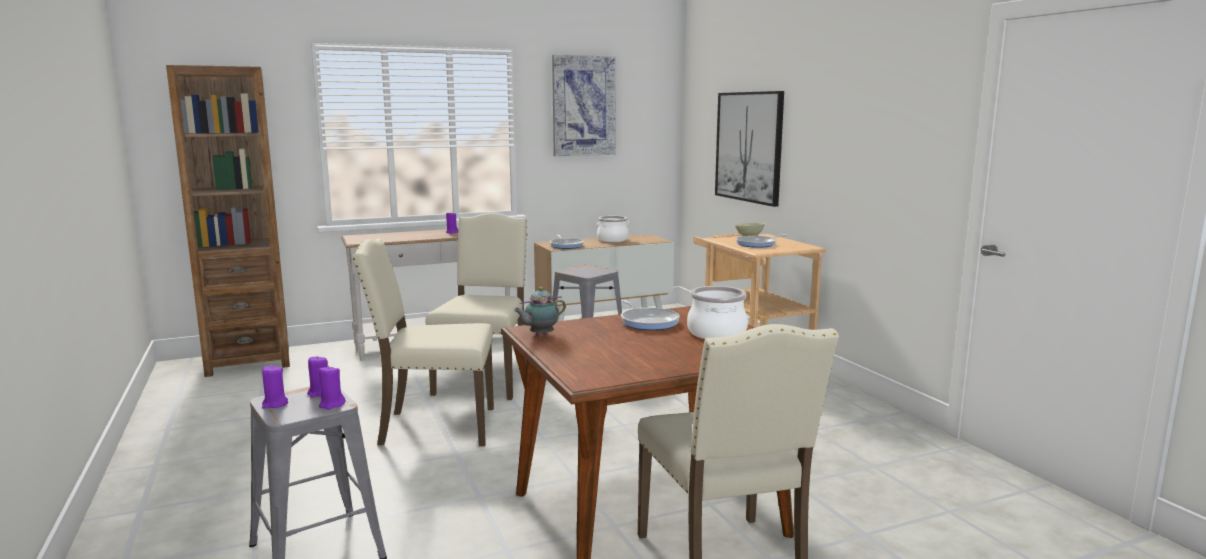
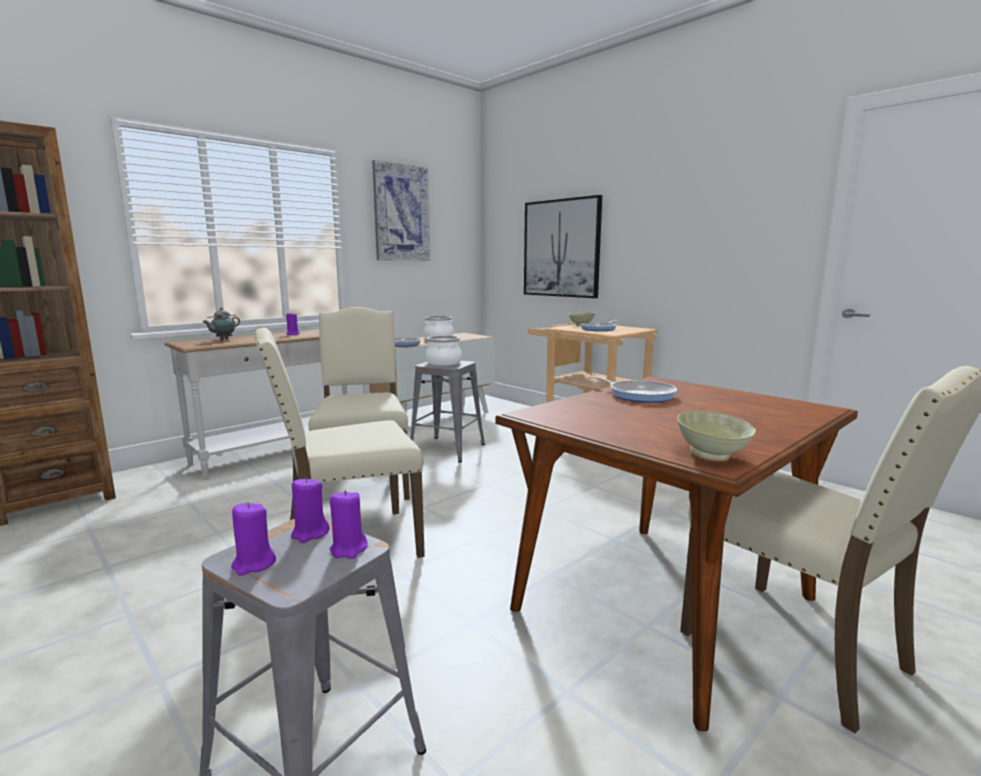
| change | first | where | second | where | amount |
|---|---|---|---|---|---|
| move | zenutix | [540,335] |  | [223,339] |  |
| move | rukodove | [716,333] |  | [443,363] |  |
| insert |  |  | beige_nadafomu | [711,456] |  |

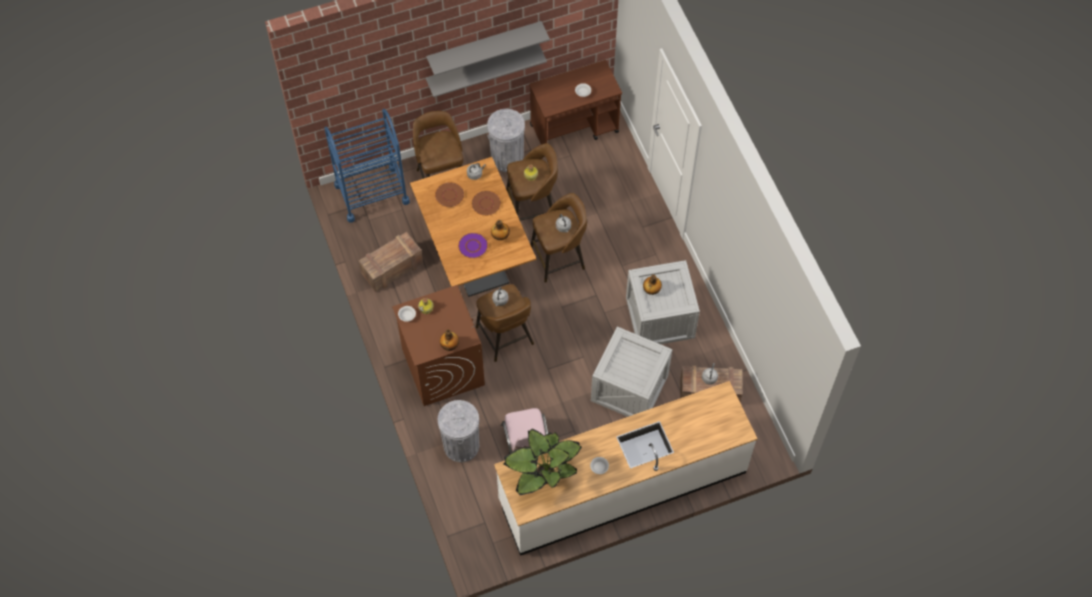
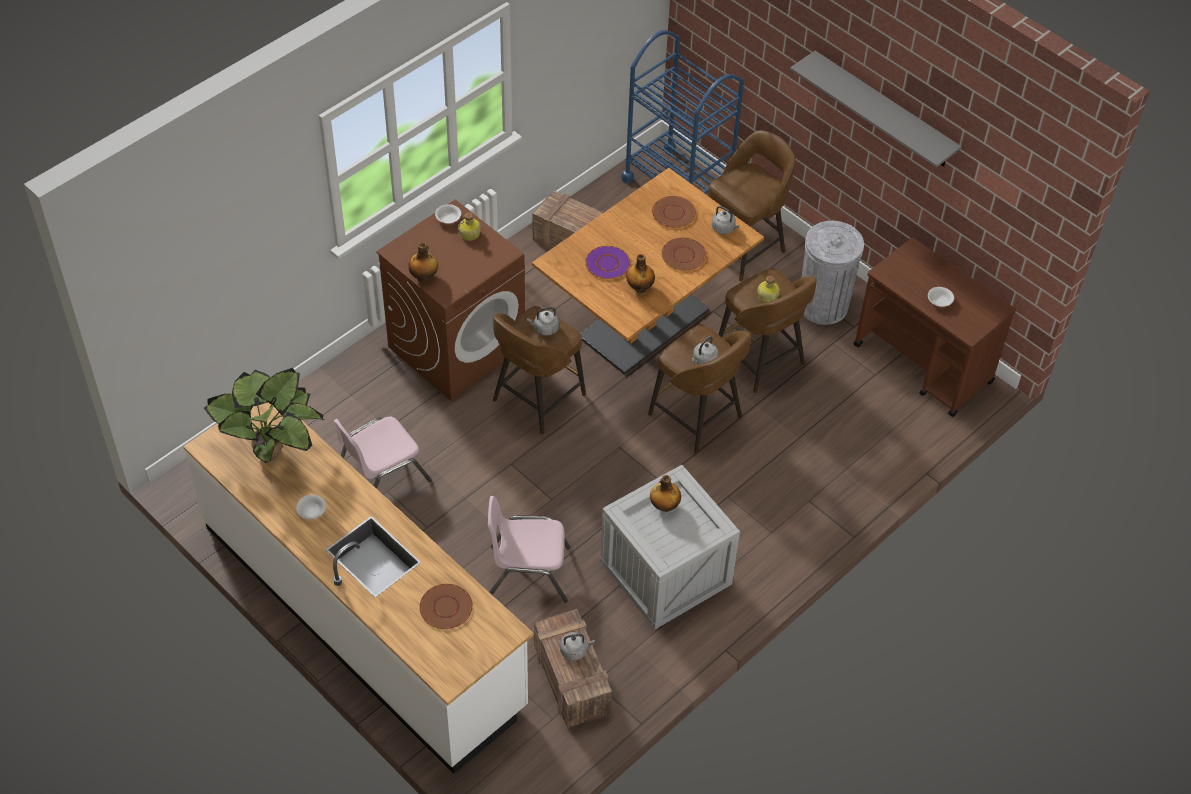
| change | first | where | second | where | amount |
|---|---|---|---|---|---|
| delete | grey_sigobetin | [482,67] |  |  |  |
| delete | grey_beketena | [461,445] |  |  |  |
| replace | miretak | [629,388] | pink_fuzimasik | [528,572] |  |
| insert |  |  | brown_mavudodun | [445,607] |  |

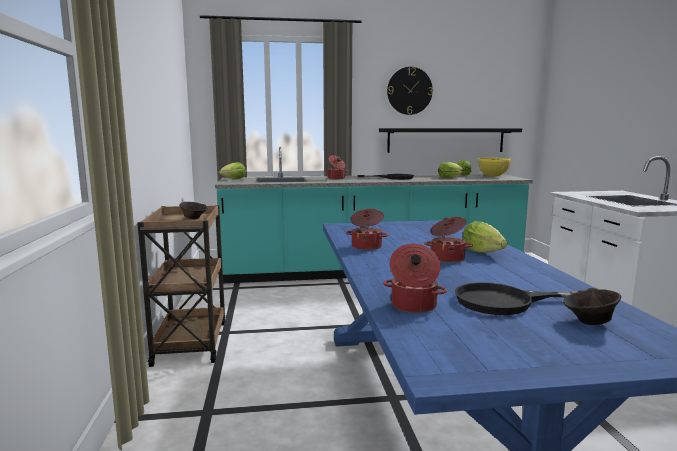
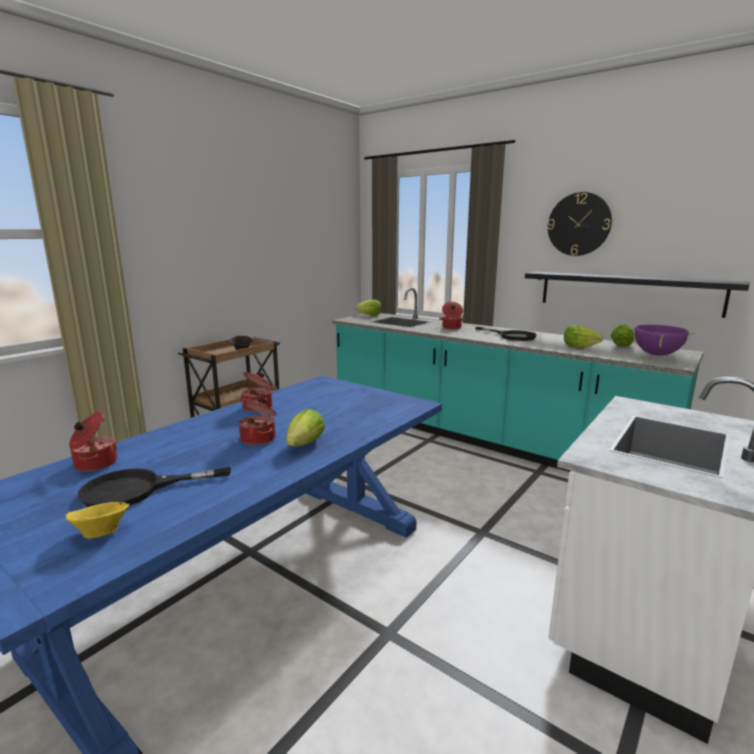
| change | first | where | second | where | amount |
|---|---|---|---|---|---|
| rotate | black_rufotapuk | [507,301] |  | [137,490] | 60 degrees counterclockwise |
| recolor | yellow_rukodove | [493,176] | purple_rukodove | [656,354] |  |
| recolor | brown_nadafomu | [589,322] | yellow_nadafomu | [100,533] |  |

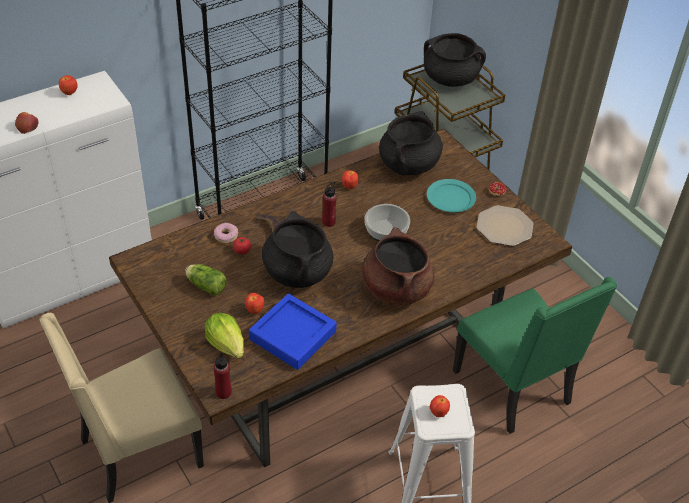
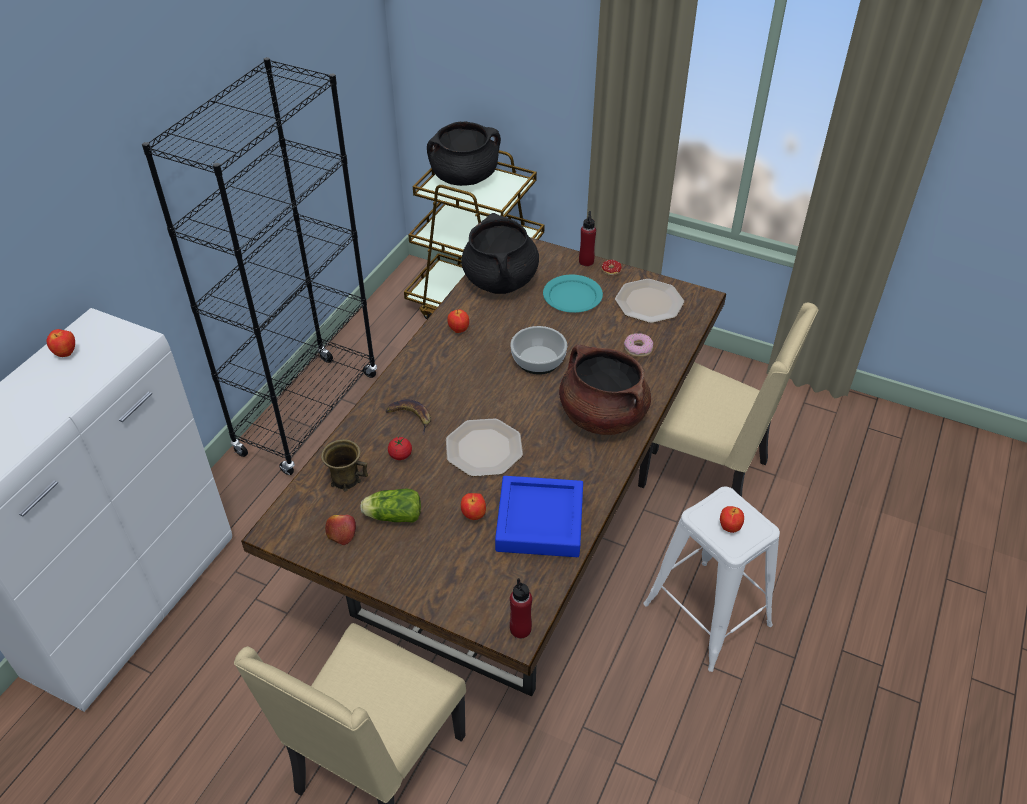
| change | first | where | second | where | amount |
|---|---|---|---|---|---|
| move | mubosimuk | [27,126] |  | [341,532] |  |
| delete | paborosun | [227,344] |  |  |  |
| move | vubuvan | [226,236] |  | [638,349] |  |
| replace | black_rukodove | [297,272] | mavudodun | [483,449] |  |
| move | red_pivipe | [329,222] |  | [586,261] |  |
| recolor | green_fuzimasik | [514,388] | beige_fuzimasik | [707,473] |  |
| insert |  |  | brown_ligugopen | [346,479] |  |

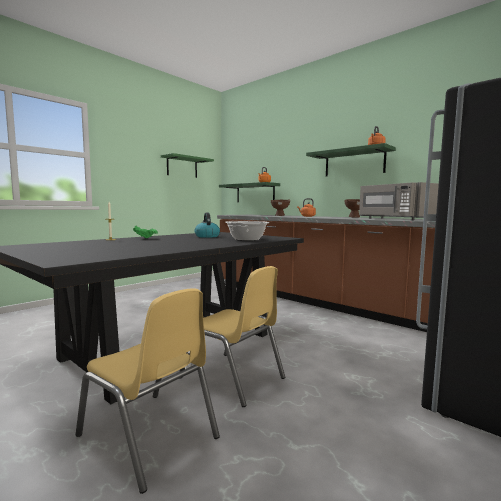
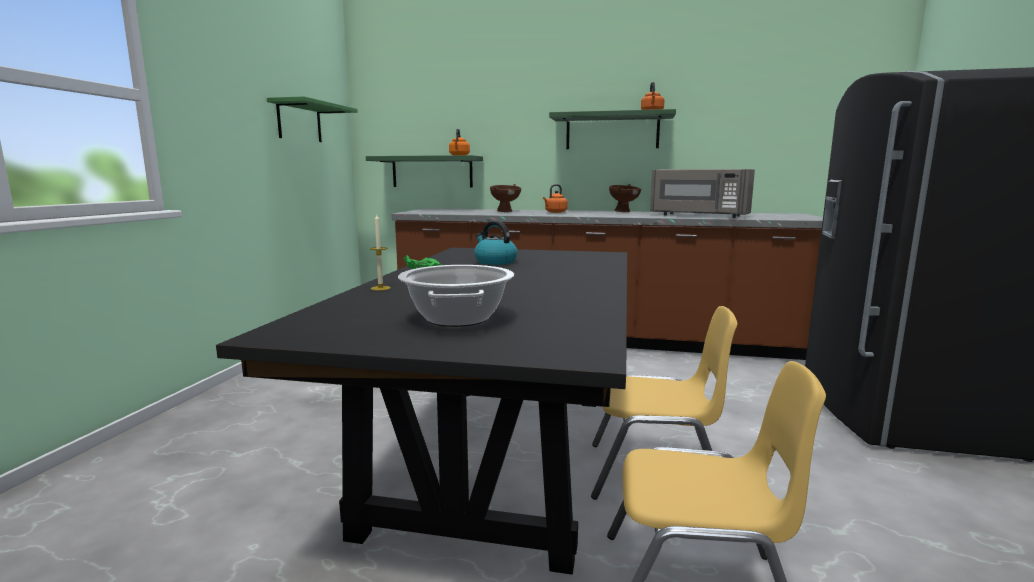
| change | first | where | second | where | amount |
|---|---|---|---|---|---|
| move | rukodove | [247,239] |  | [458,318] |  |

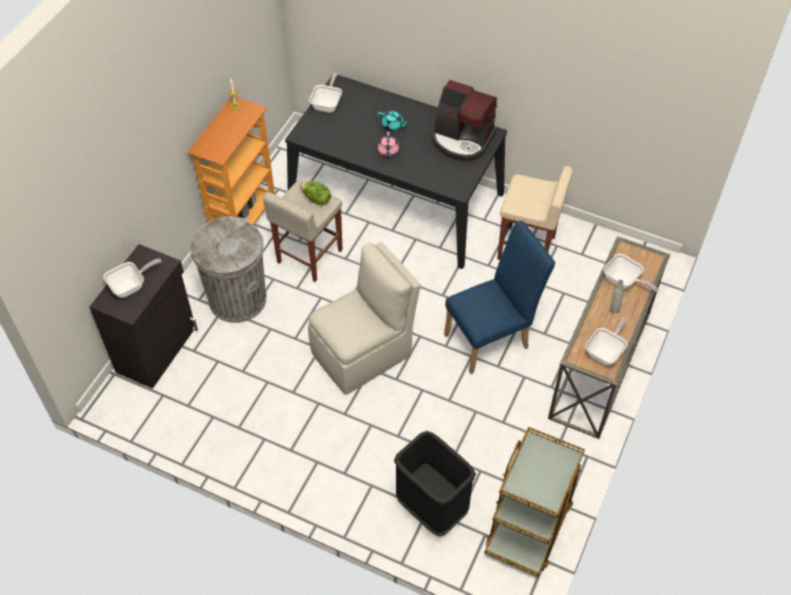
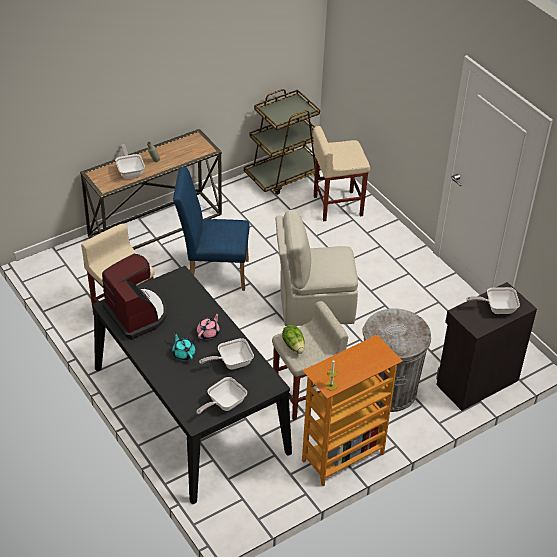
| change | first | where | second | where | amount |
|---|---|---|---|---|---|
| replace | black_beketena | [432,509] | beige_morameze | [337,206] |  |
| move | rufotapuk | [606,351] |  | [231,363] |  |

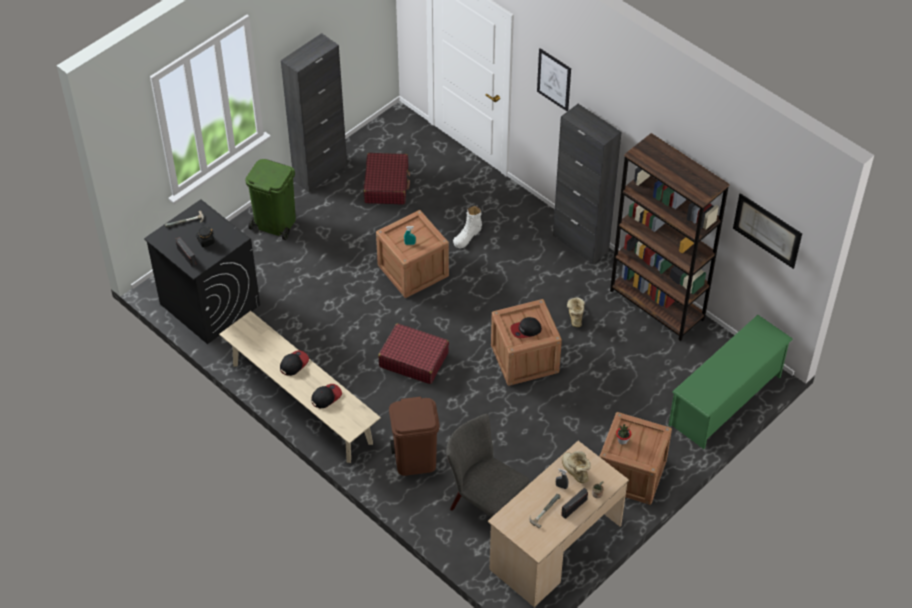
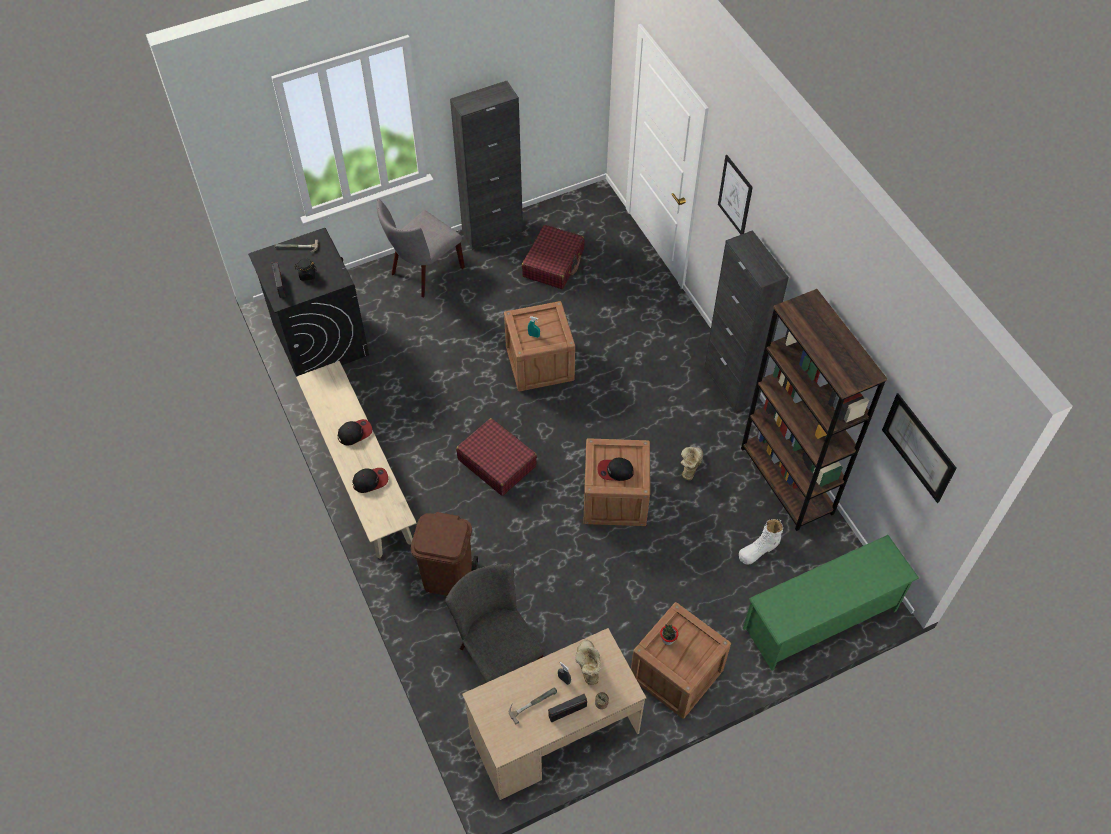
| change | first | where | second | where | amount |
|---|---|---|---|---|---|
| replace | green_beketena | [274,223] | grey_fuzimasik | [423,272] |  |
| move | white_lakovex | [467,236] |  | [759,549] |  |

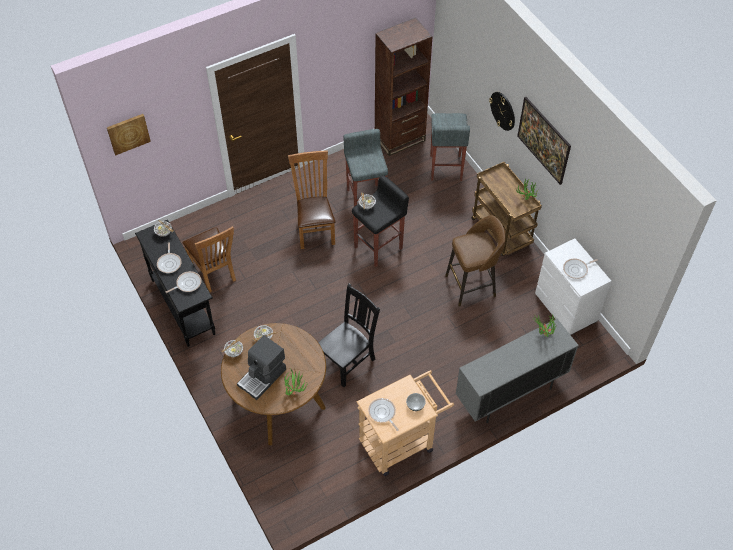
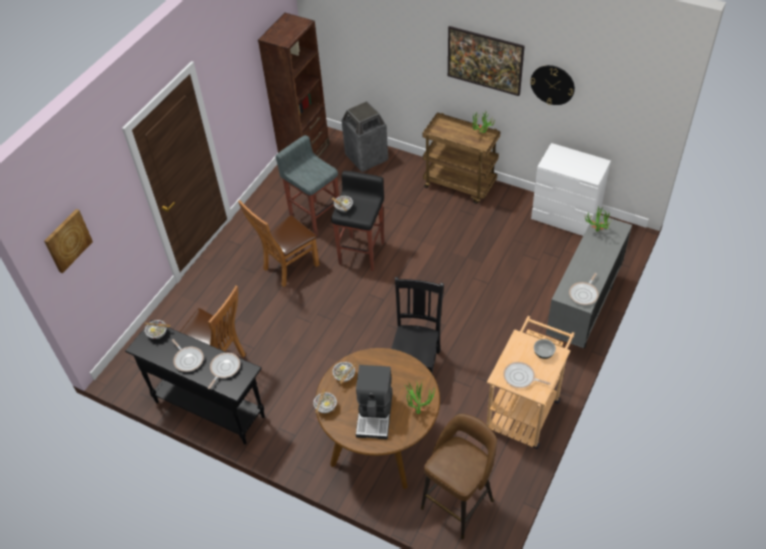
| change | first | where | second | where | amount |
|---|---|---|---|---|---|
| rotate | brown_fuzimasik | [315,229] |  | [287,268] | 90 degrees counterclockwise |
| replace | grey_morameze | [445,168] | beketena | [366,158] |  |
| move | brown_morameze | [472,286] |  | [459,503] |  |
| move | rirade | [503,111] |  | [552,84] |  |
| move | rufotapuk | [576,269] |  | [584,294] |  |

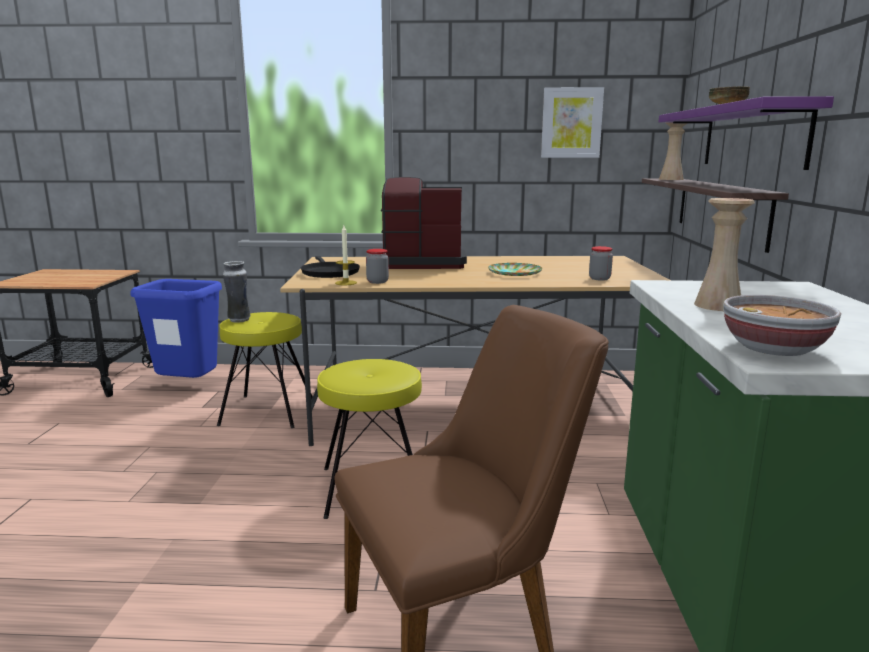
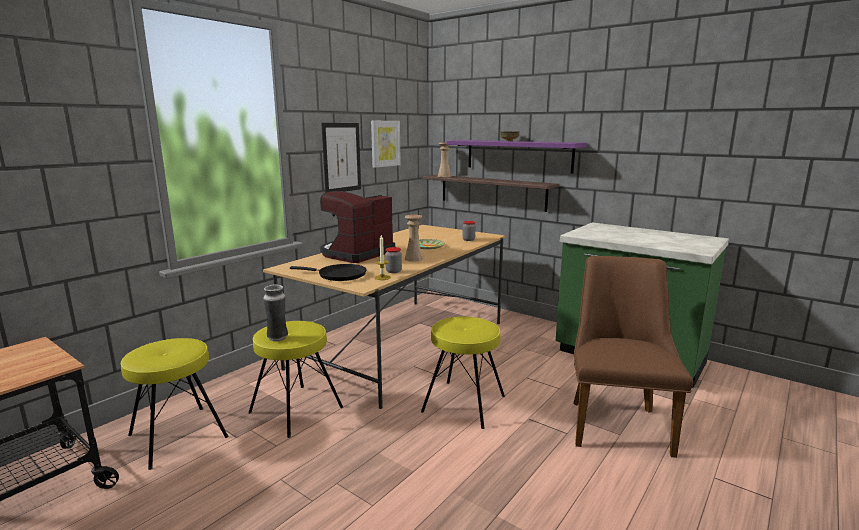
| change | first | where | second | where | amount |
|---|---|---|---|---|---|
| replace | blue_beketena | [189,388] | yellow_morameze | [178,435] |  |
| move | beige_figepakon | [718,305] |  | [413,259] |  |
| delete | nadafomu | [775,349] |  |  |  |
| insert |  |  | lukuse | [341,157] |  |

